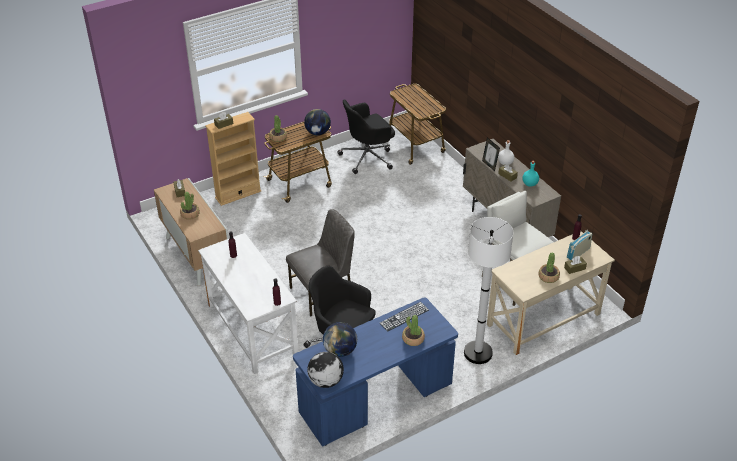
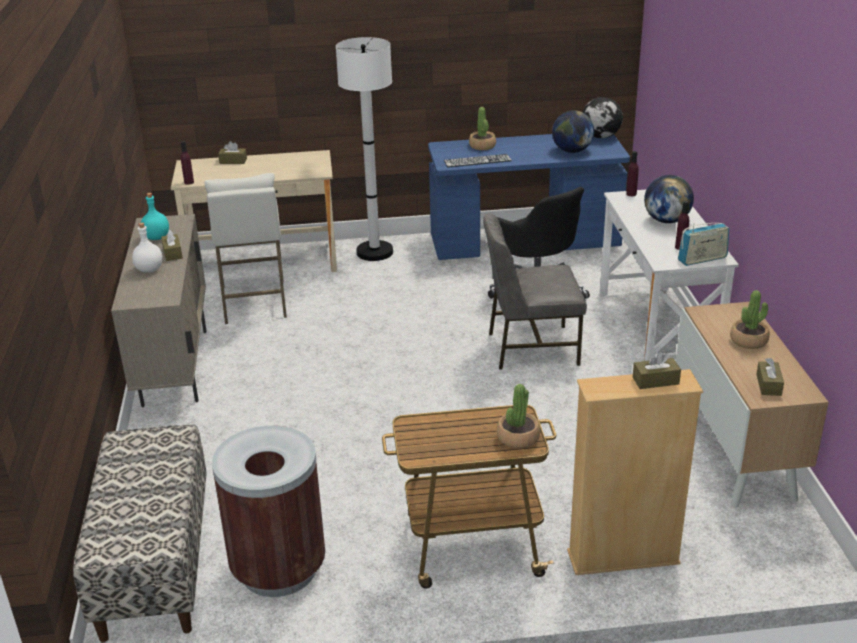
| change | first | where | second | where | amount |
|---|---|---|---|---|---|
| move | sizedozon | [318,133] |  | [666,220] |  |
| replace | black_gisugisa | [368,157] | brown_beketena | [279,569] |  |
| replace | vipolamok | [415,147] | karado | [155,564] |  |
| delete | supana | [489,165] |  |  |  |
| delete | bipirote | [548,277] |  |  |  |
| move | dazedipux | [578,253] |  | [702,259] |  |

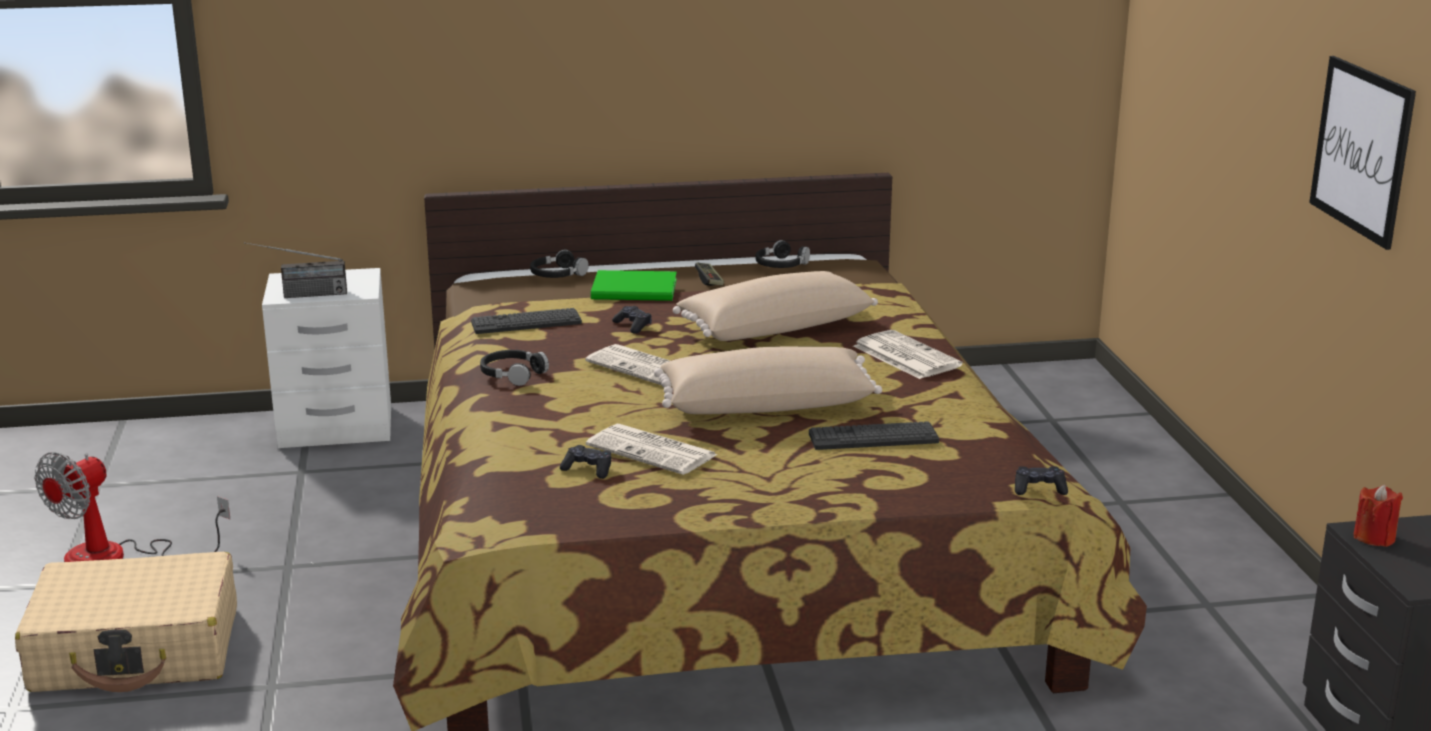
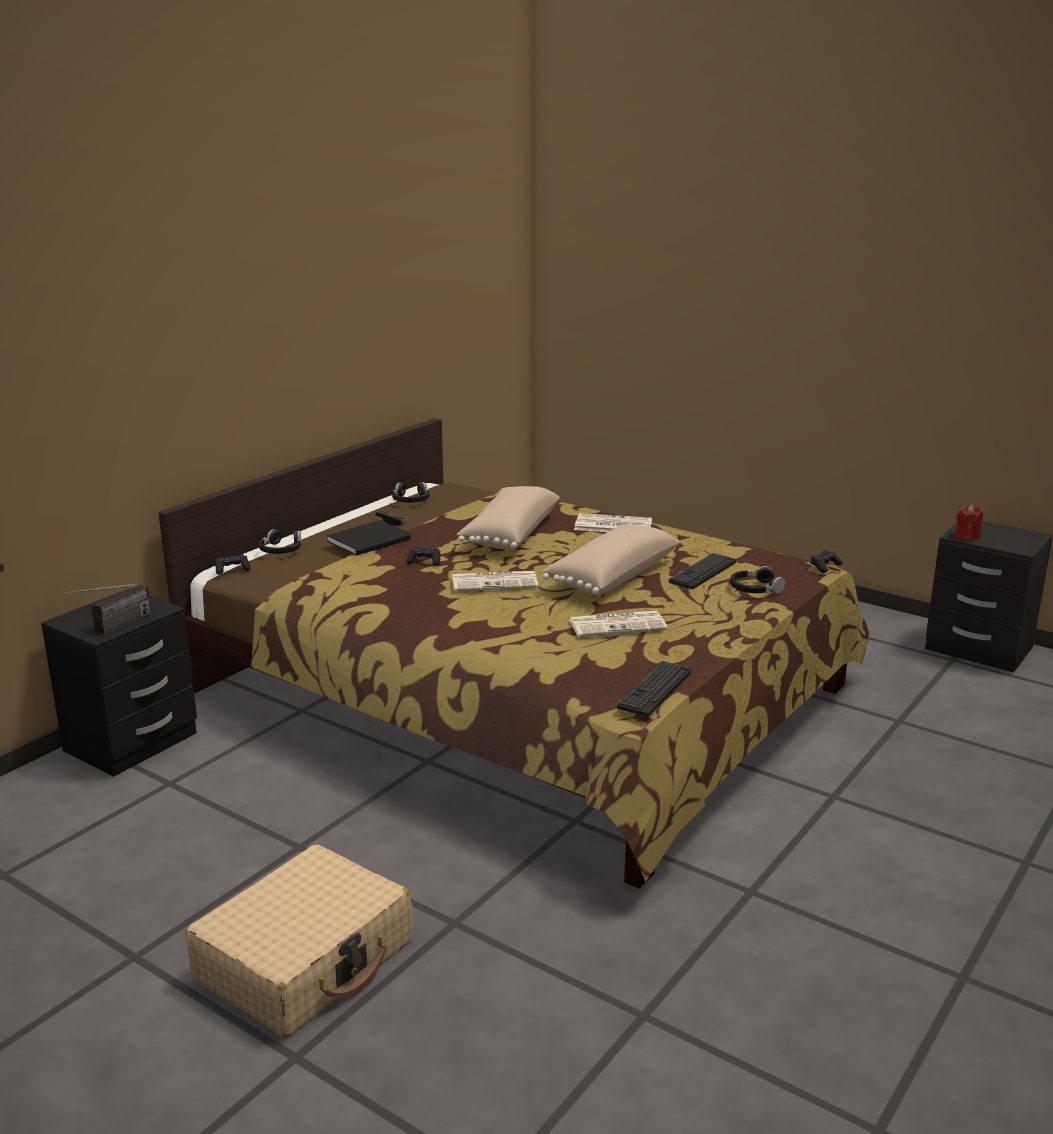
| change | first | where | second | where | amount |
|---|---|---|---|---|---|
| delete | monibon | [117,557] |  |  |  |
| recolor | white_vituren | [336,427] | black_vituren | [131,742] |  |
| move | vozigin | [526,323] |  | [654,689] |  |
| move | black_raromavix | [512,374] |  | [755,589] |  |
| move | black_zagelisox | [588,469] |  | [232,569] |  |
| recolor | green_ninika | [636,290] | black_ninika | [371,540] |  |
| delete | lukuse | [1361,150] |  |  |  |

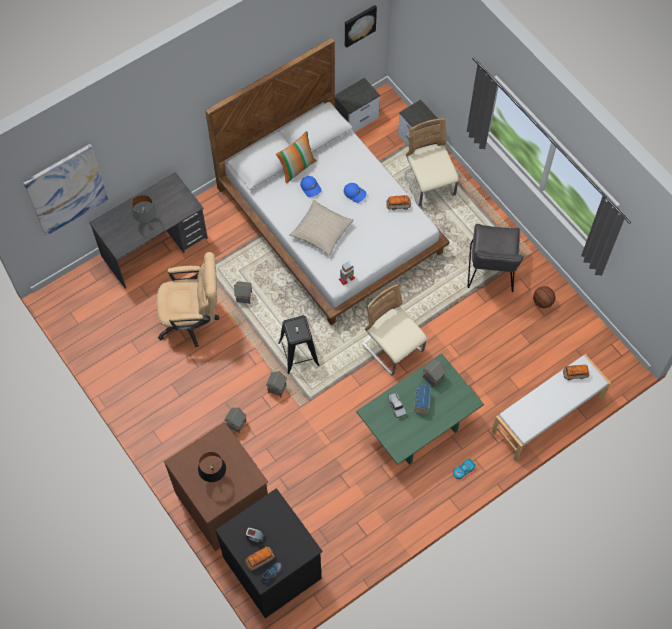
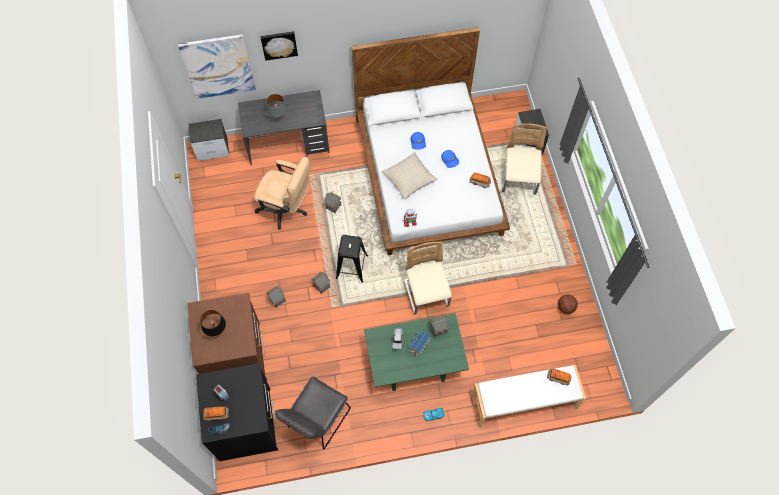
| change | first | where | second | where | amount |
|---|---|---|---|---|---|
| delete | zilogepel | [297,167] |  |  |  |
| move | vituren | [357,118] |  | [213,149] |  |
| move | lukuse | [359,25] |  | [279,44] |  |
| move | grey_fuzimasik | [491,272] |  | [316,421] |  |

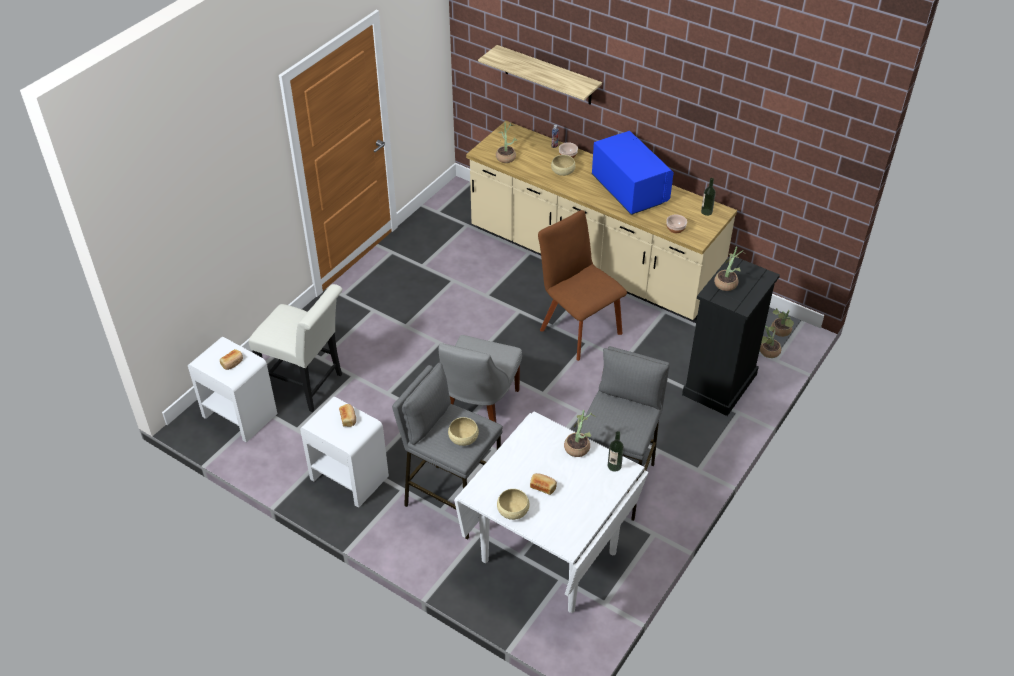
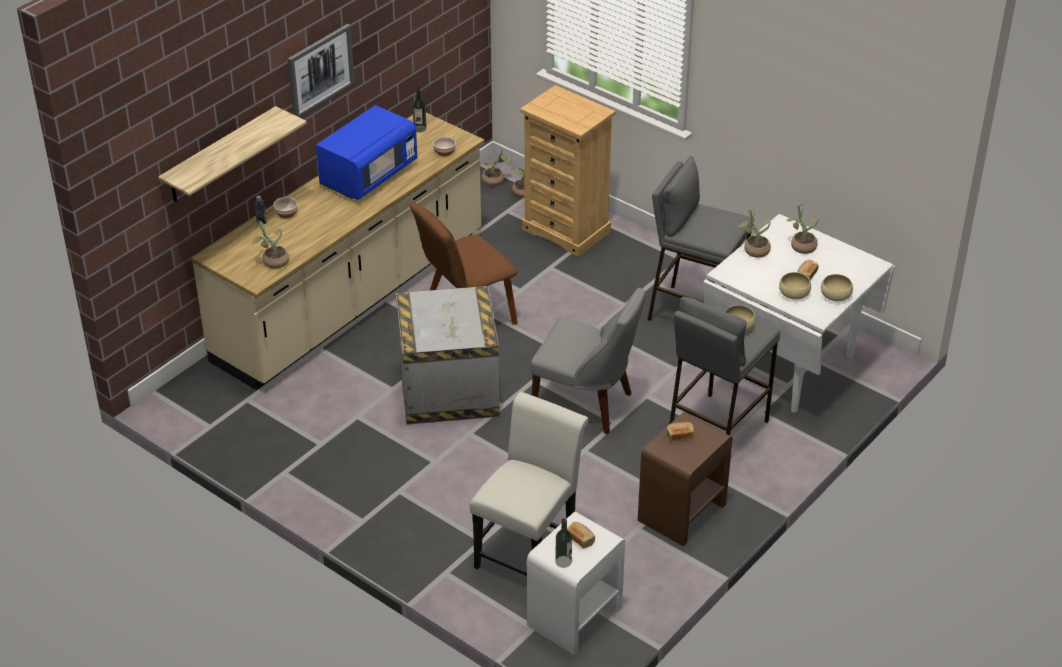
| change | first | where | second | where | amount |
|---|---|---|---|---|---|
| recolor | white_vituren | [348,477] | brown_vituren | [681,513] |  |
| move | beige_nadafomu | [562,171] |  | [794,293] |  |
| rotate | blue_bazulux | [628,190] |  | [368,175] | 150 degrees clockwise |
| move | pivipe | [614,466] |  | [563,561] |  |
| recolor | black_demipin | [719,385] | beige_demipin | [566,230] |  |
| move | bipirote | [727,282] |  | [801,245] |  |
| insert |  |  | lukuse | [320,71] |  |
| insert |  |  | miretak | [447,389] |  |

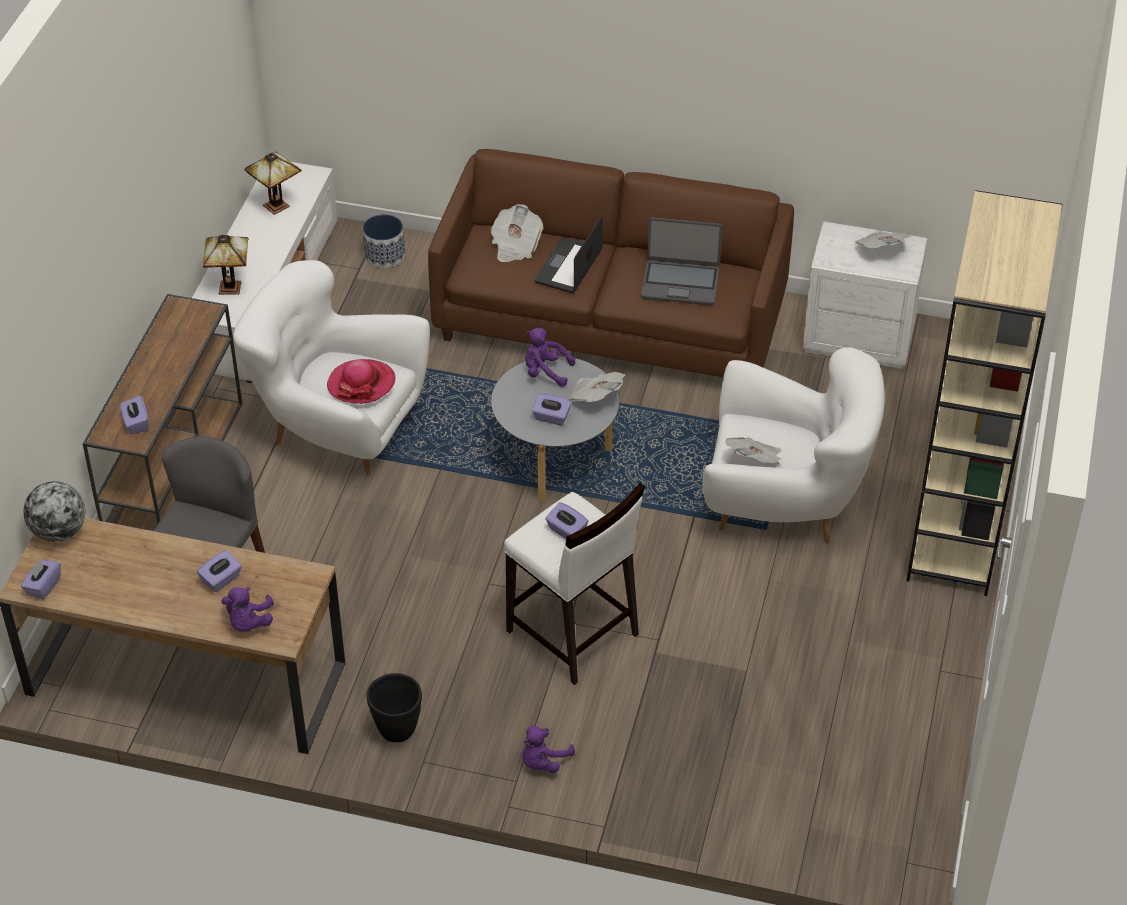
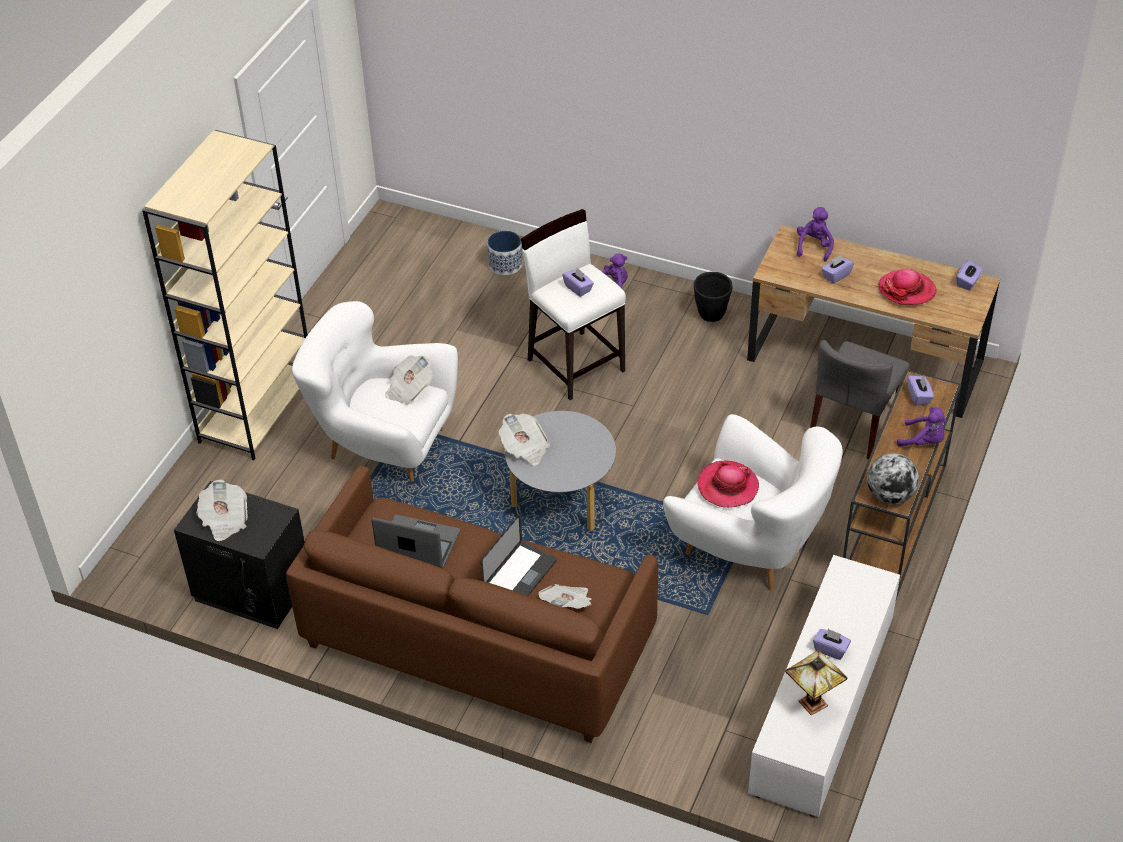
| change | first | where | second | where | amount |
|---|---|---|---|---|---|
| move | sizedozon | [59,531] |  | [890,495] |  |
| delete | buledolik | [232,287] |  |  |  |
| move | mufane | [385,255] |  | [505,264] |  |
| move | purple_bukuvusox | [545,372] |  | [923,441] |  |
| move | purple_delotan | [551,417] |  | [830,649] |  |
| recolor | white_vituren | [858,337] | black_vituren | [251,591] |  |
| insert |  |  | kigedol | [906,290] |  |

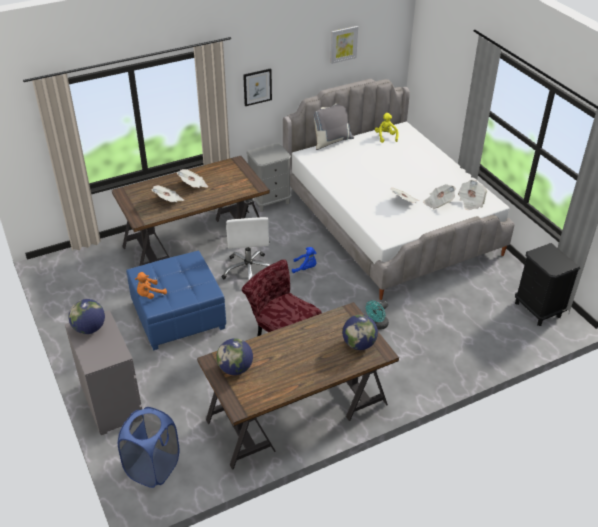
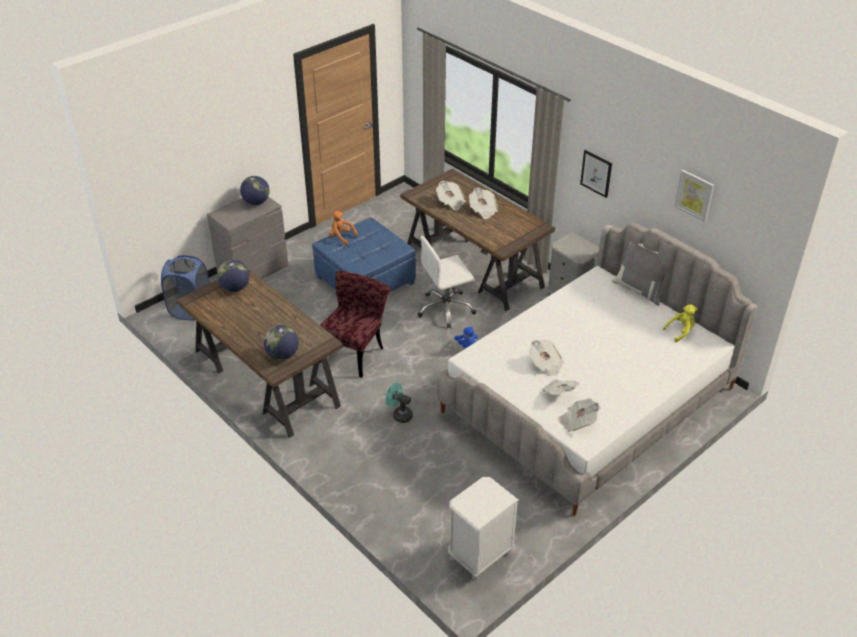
| change | first | where | second | where | amount |
|---|---|---|---|---|---|
| recolor | black_vituren | [538,309] | white_vituren | [479,556] |  |

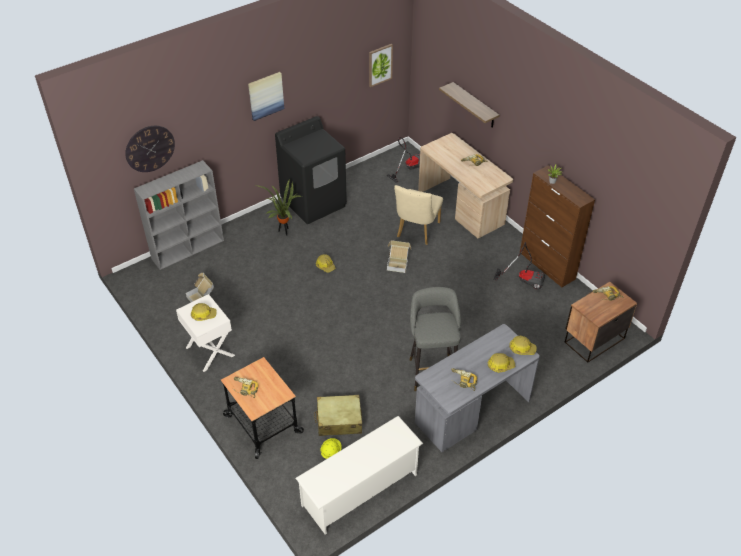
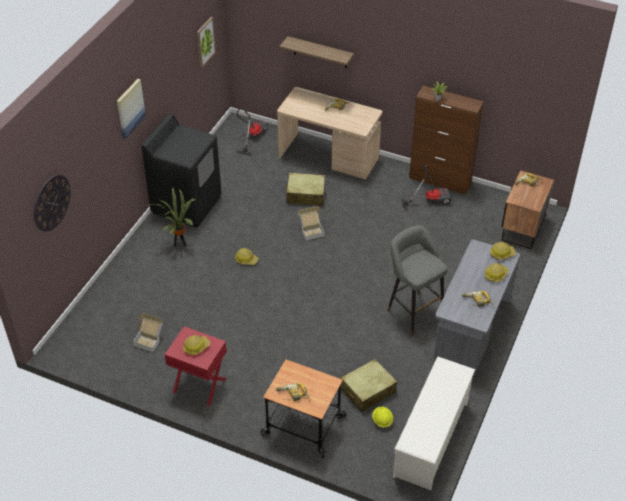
| change | first | where | second | where | amount |
|---|---|---|---|---|---|
| delete | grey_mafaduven | [188,249] |  |  |  |
| recolor | white_vituren | [209,352] | red_vituren | [199,385] |  |
| replace | beige_fuzimasik | [416,232] | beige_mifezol | [305,194] |  |

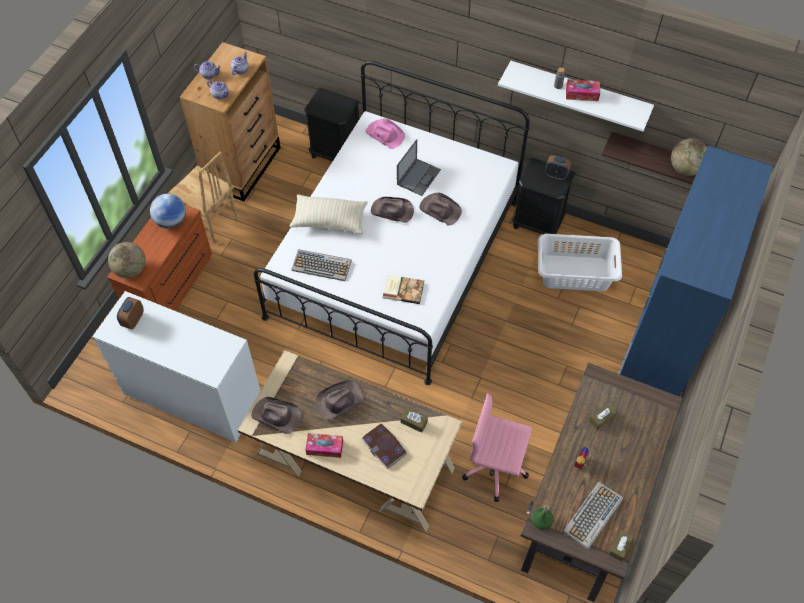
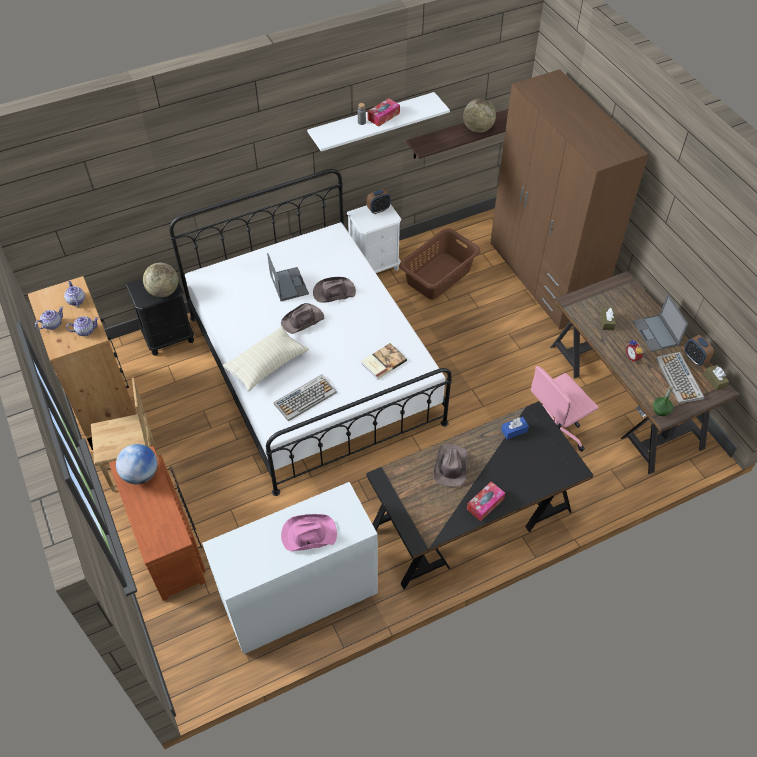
| change | first | where | second | where | amount |
|---|---|---|---|---|---|
| move | sizedozon | [131,270] |  | [163,291] |  |
| move | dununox | [133,320] |  | [695,358] |  |
| recolor | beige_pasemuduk | [353,463] | black_pasemuduk | [472,521] |  |
| delete | brown_kigedol | [277,416] |  |  |  |
| delete | ninika | [384,447] |  |  |  |
| move | pink_kigedol | [385,134] |  | [308,534] |  |
| recolor | brown_delotan | [414,422] | blue_delotan | [514,431] |  |
| recolor | black_vituren | [538,223] | white_vituren | [375,266] |  |
| recolor | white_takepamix | [575,273] | brown_takepamix | [439,276] |  |
| recolor | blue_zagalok | [658,350] | brown_zagalok | [543,278] |  |
| insert |  |  | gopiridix | [656,333] |  |

